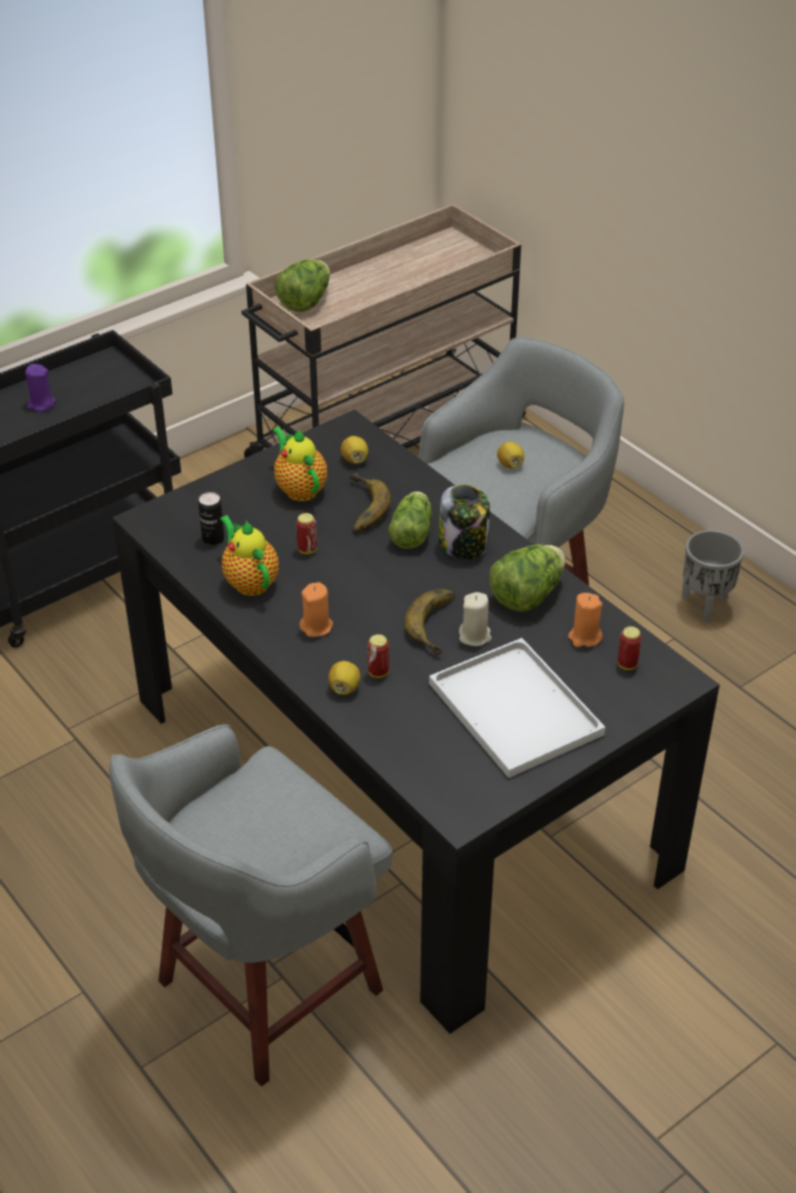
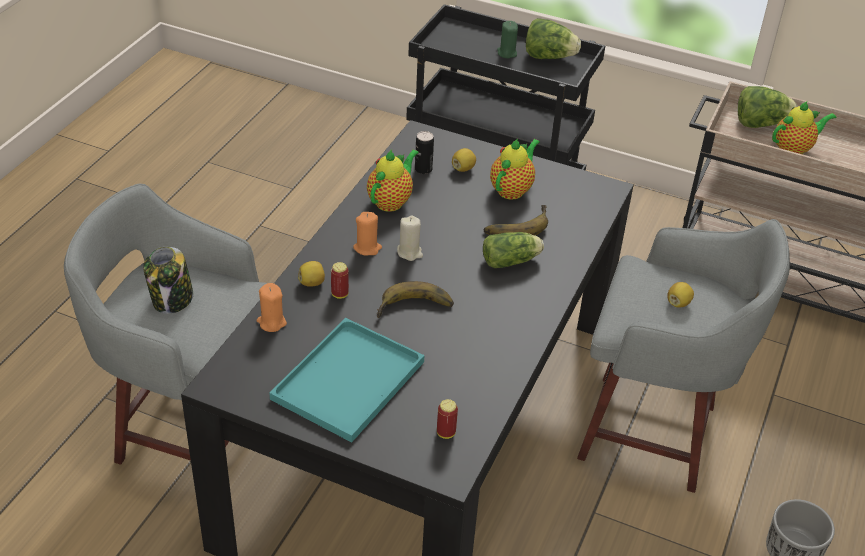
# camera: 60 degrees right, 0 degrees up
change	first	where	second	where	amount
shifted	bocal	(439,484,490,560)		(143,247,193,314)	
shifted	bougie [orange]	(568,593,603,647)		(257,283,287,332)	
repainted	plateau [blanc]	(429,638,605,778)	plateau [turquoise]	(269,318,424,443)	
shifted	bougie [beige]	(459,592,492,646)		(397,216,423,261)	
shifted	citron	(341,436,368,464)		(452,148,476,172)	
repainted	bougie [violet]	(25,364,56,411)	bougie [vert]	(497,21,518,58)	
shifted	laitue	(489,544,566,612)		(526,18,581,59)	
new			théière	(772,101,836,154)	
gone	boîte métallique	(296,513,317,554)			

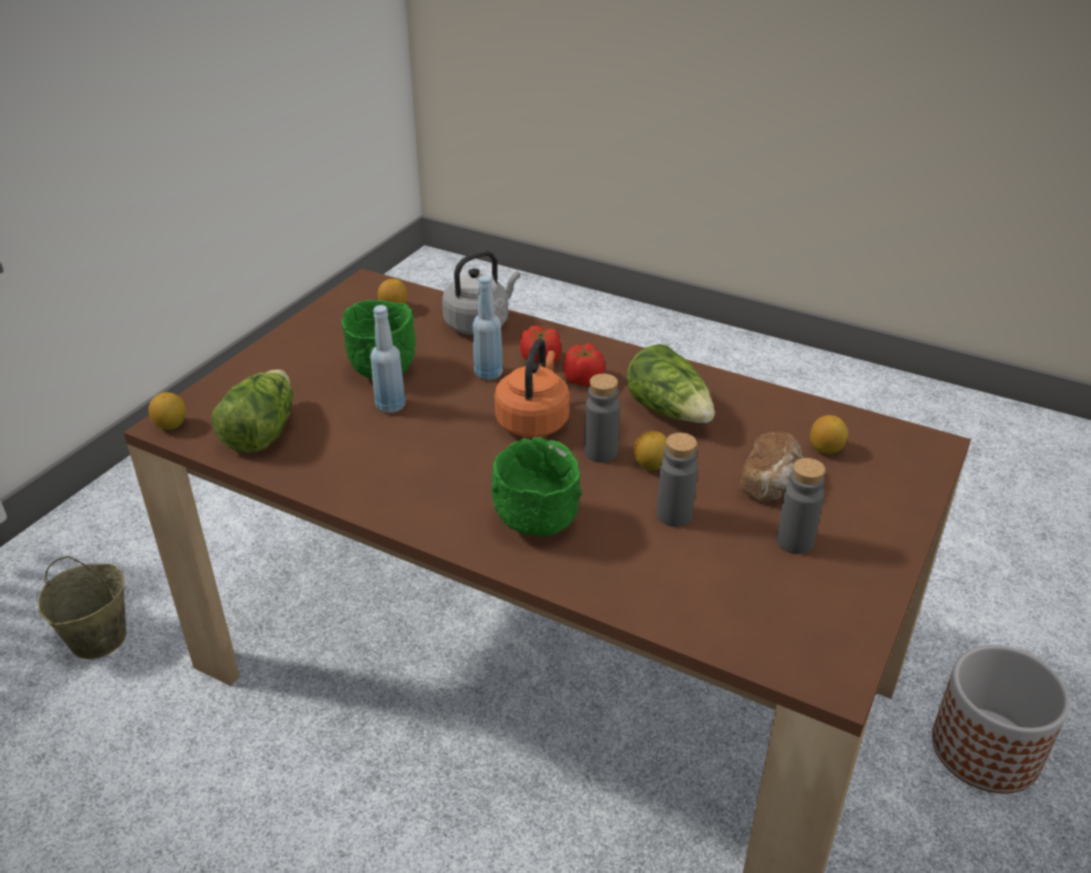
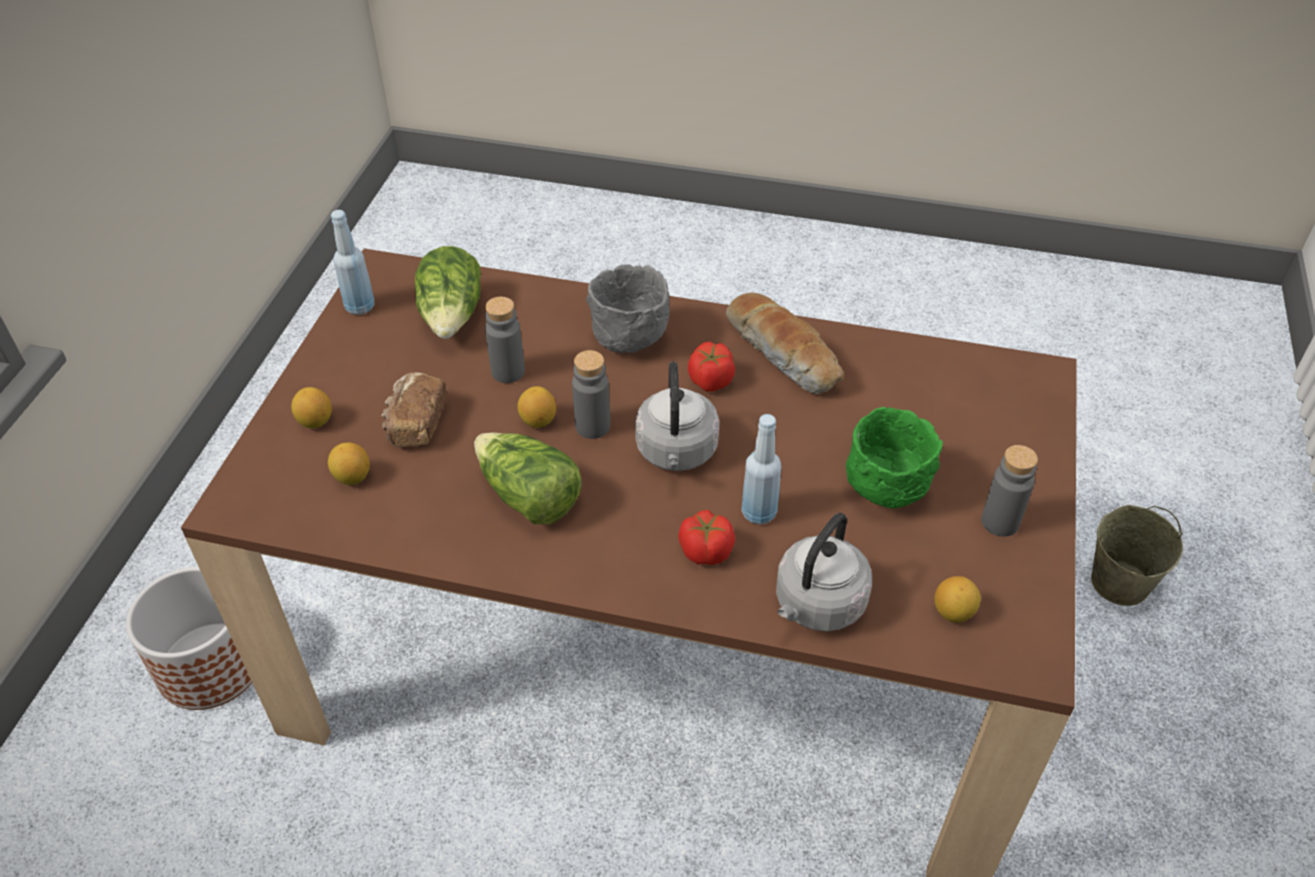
# camera: 165 degrees right, 10 degrees up
change	first	where	second	where	amount
shifted	citron	(148,392,186,430)		(291,387,332,428)	
shifted	bouteille [bleu]	(370,305,405,413)		(331,210,374,315)	
shifted	laitue	(211,369,293,453)		(415,246,481,339)	
repainted	bol [vert]	(491,437,582,537)	bol [gris]	(586,264,670,353)	
repainted	bouilloire [orange]	(494,338,570,438)	bouilloire [gris]	(635,361,720,471)	
shifted	tomate	(563,343,605,386)		(688,342,735,392)	
new			pain	(726,292,844,394)	
shifted	bouteille [gris]	(777,458,825,554)		(981,445,1038,537)	

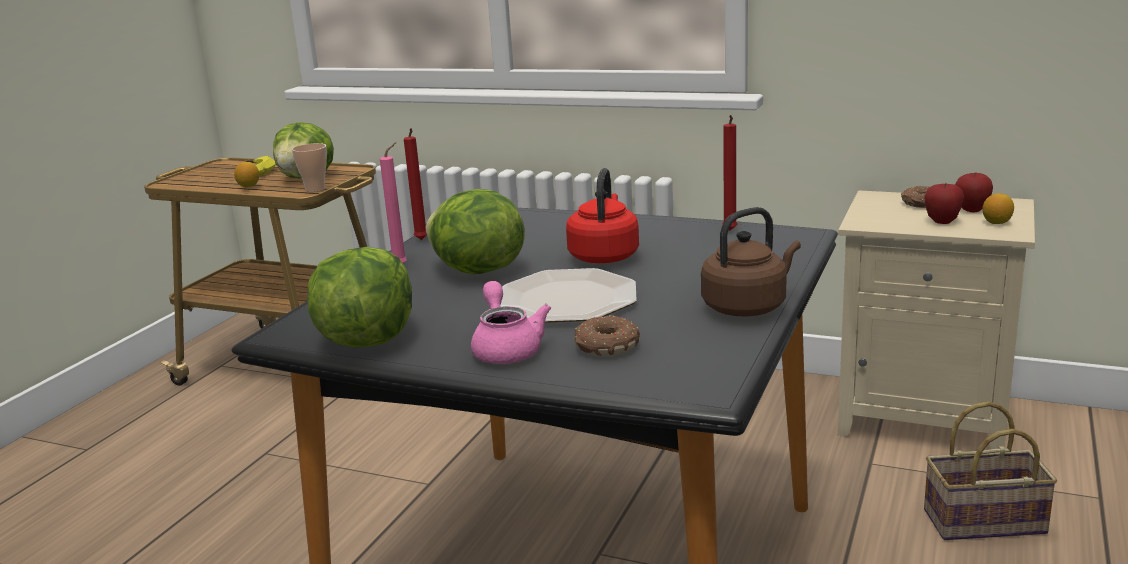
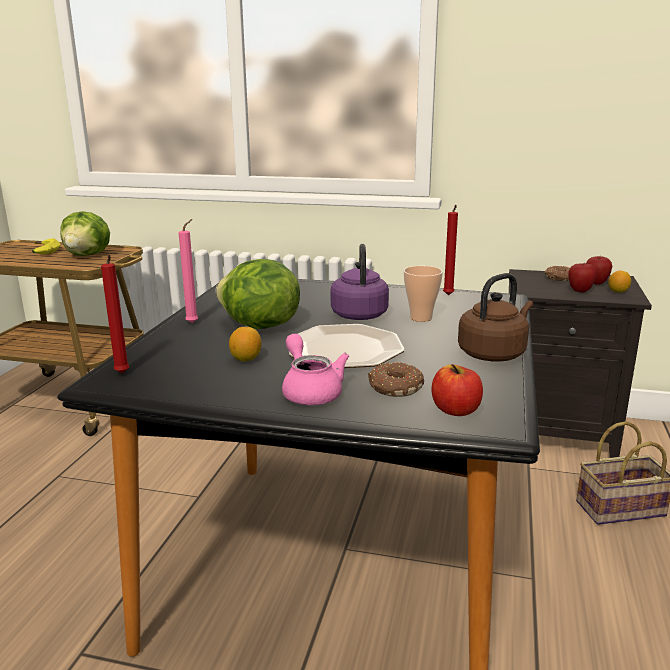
# camera: 10 degrees left, 0 degrees up
change	first	where	second	where	amount
shifted	bougie [rouge]	(404,128,427,240)		(101,255,129,374)	
shifted	citron	(234,162,259,187)		(229,327,262,362)	
repainted	bouilloire [rouge]	(566,168,639,263)	bouilloire [violet]	(331,244,389,320)	
shifted	tasse	(292,143,327,192)		(404,266,443,322)	
new			pomme	(431,364,483,416)	
repainted	table de chevet [beige]	(838,190,1035,449)	table de chevet [noir]	(509,269,652,458)	
gone	laitue	(307,247,412,347)			

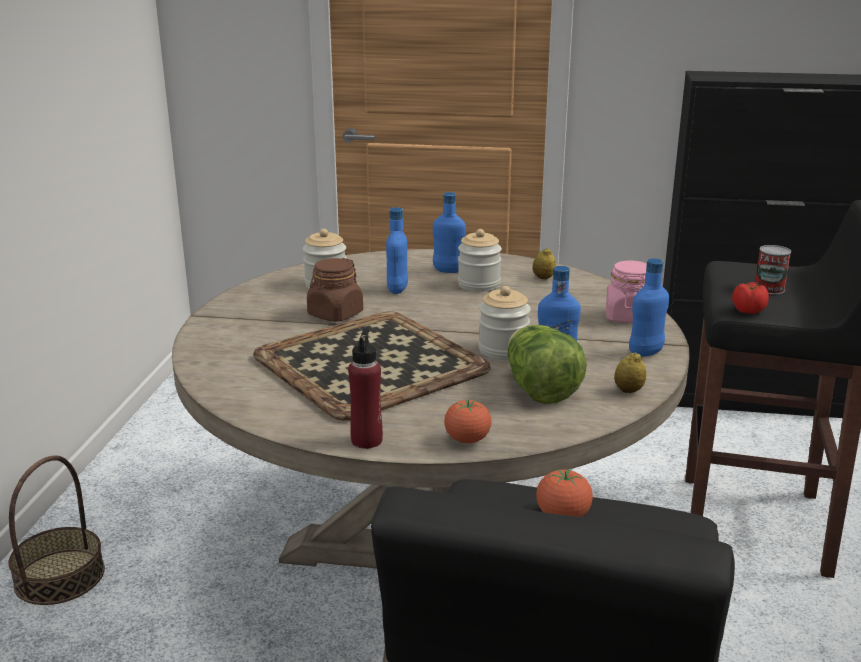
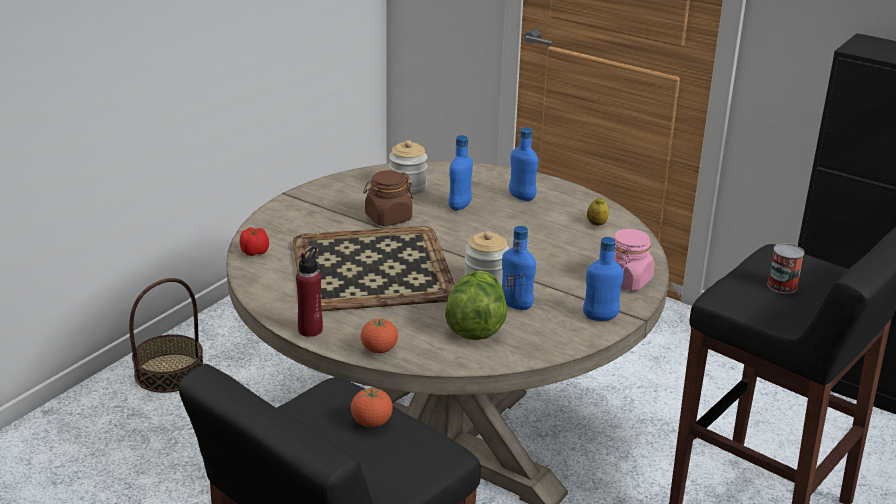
# camera: 25 degrees right, 5 degrees up
change	first	where	second	where	amount
shifted	tomate	(732,282,769,314)		(240,227,269,256)	
gone	bocal	(458,229,502,292)			
gone	citron	(614,352,646,393)			

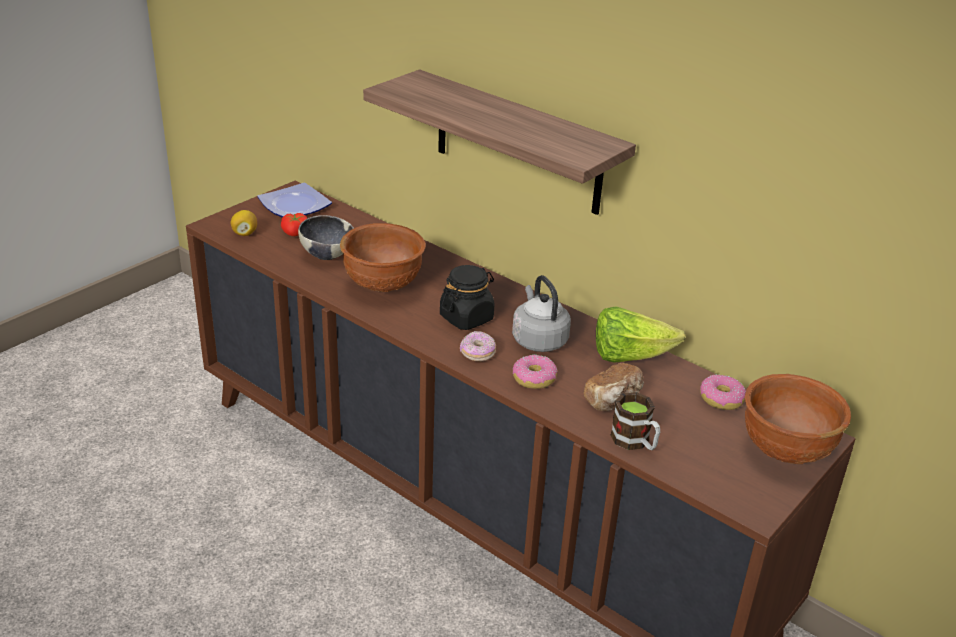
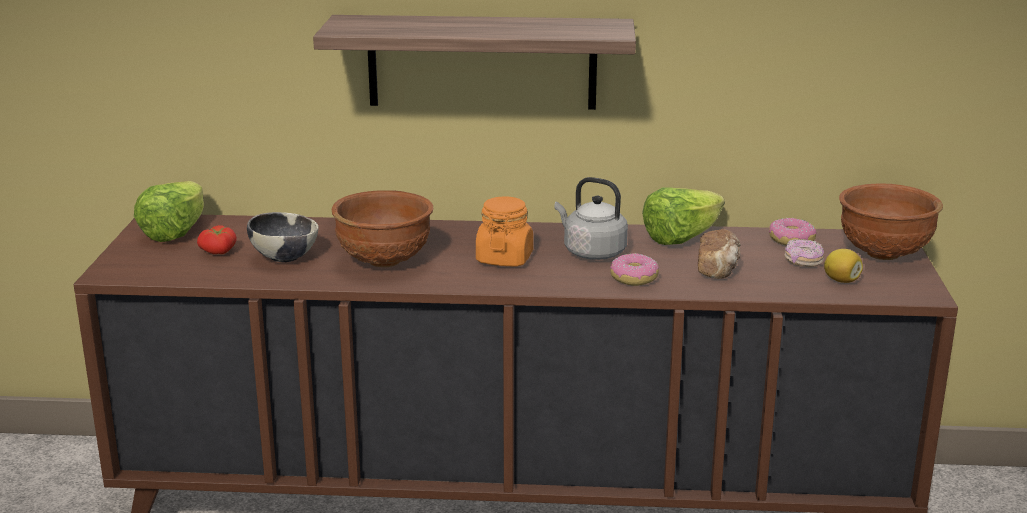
# camera: 35 degrees left, 10 degrees down
change	first	where	second	where	amount
swapped	assiette	(257,183,332,218)	laitue	(134,181,204,242)	
repainted	bocal [noir]	(440,265,494,330)	bocal [orange]	(476,196,533,266)	
shifted	beignet	(460,331,496,362)		(785,239,824,267)	
shifted	citron	(231,210,257,236)		(824,249,863,283)	
gone	mug	(611,392,660,450)			

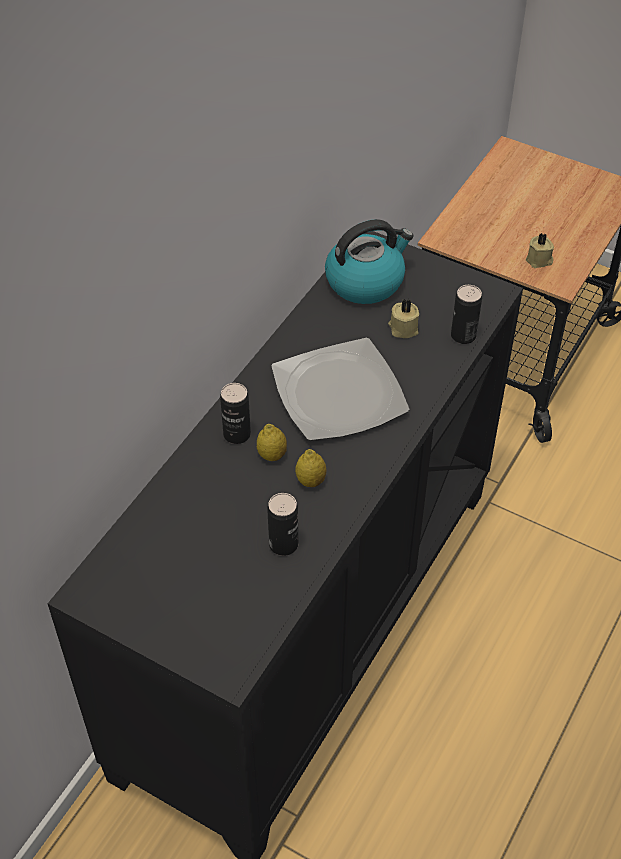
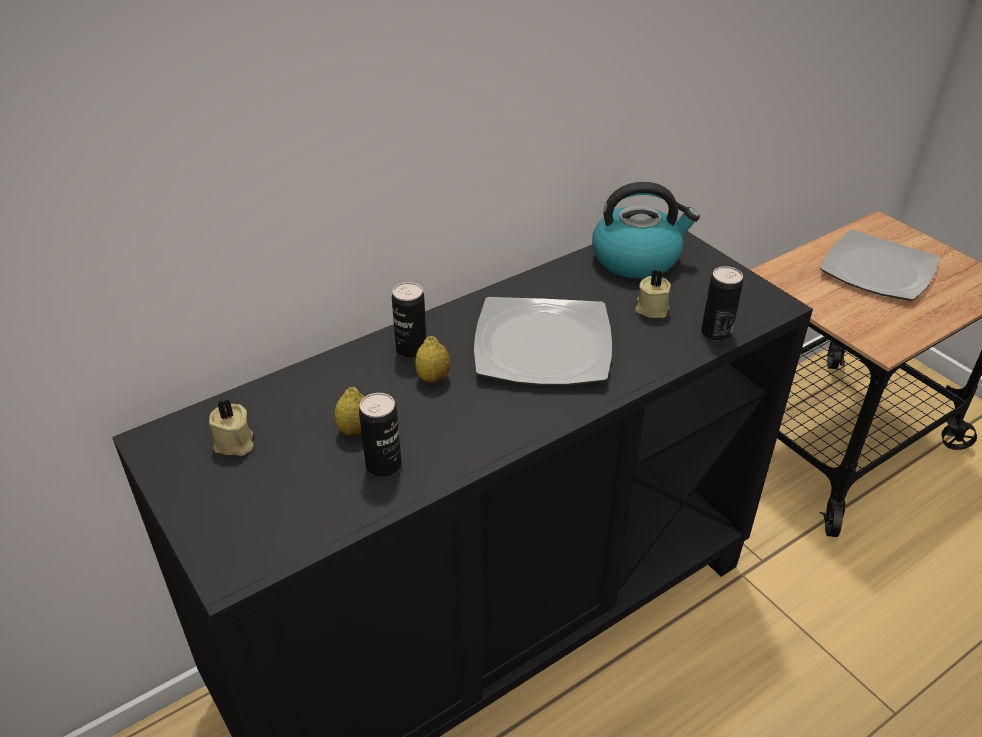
# camera: 25 degrees right, 10 degrees down
change	first	where	second	where	amount
shifted	bougie [beige]	(526,233,554,268)		(209,400,253,456)	
shifted	citron	(295,449,327,487)		(335,387,365,437)	
new			assiette	(820,229,939,300)	

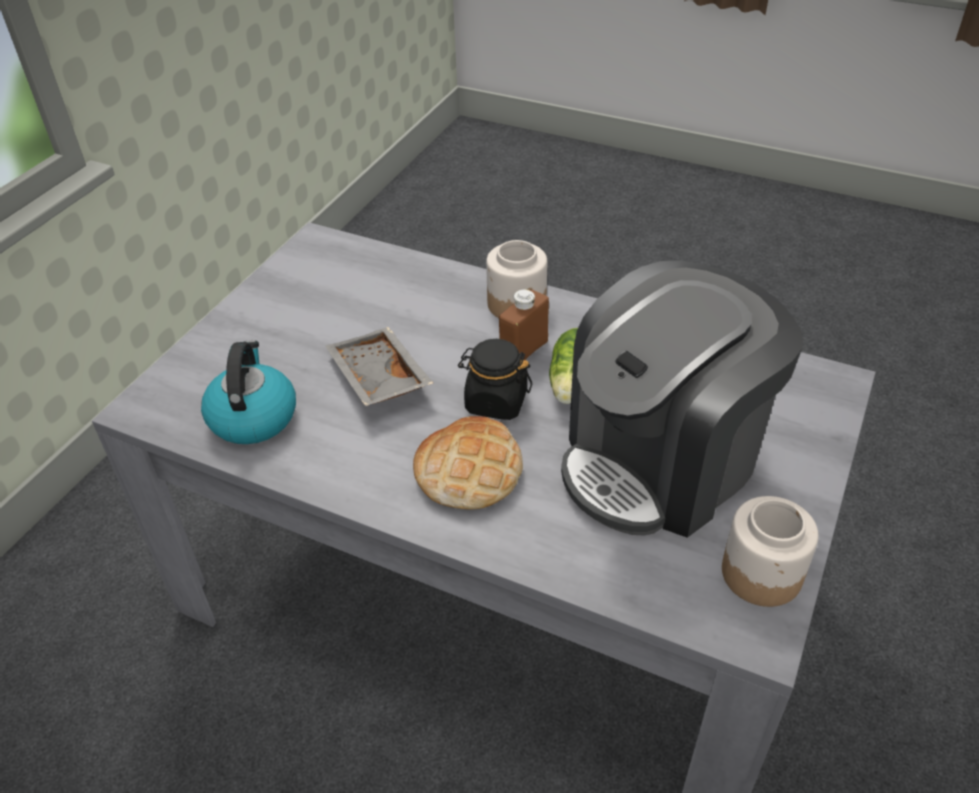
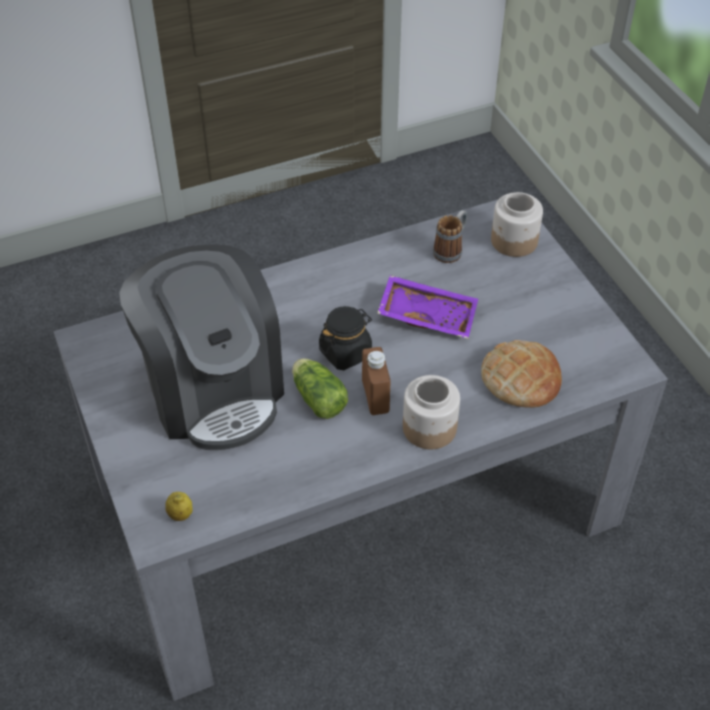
# camera: 130 degrees right, 5 degrees up
change	first	where	second	where	amount
rotated	machine à café	(561,260,803,538)		(119,244,284,450)	150 degrees clockwise
new			citron	(165,492,193,521)	
repainted	plateau [gris]	(326,327,433,406)	plateau [violet]	(377,275,478,339)	
swapped	bouilloire	(201,340,296,444)	mug	(433,210,468,263)	
shifted	pain	(413,416,523,509)		(481,340,562,408)	
shifted	bocal	(722,496,819,607)		(491,192,543,257)	

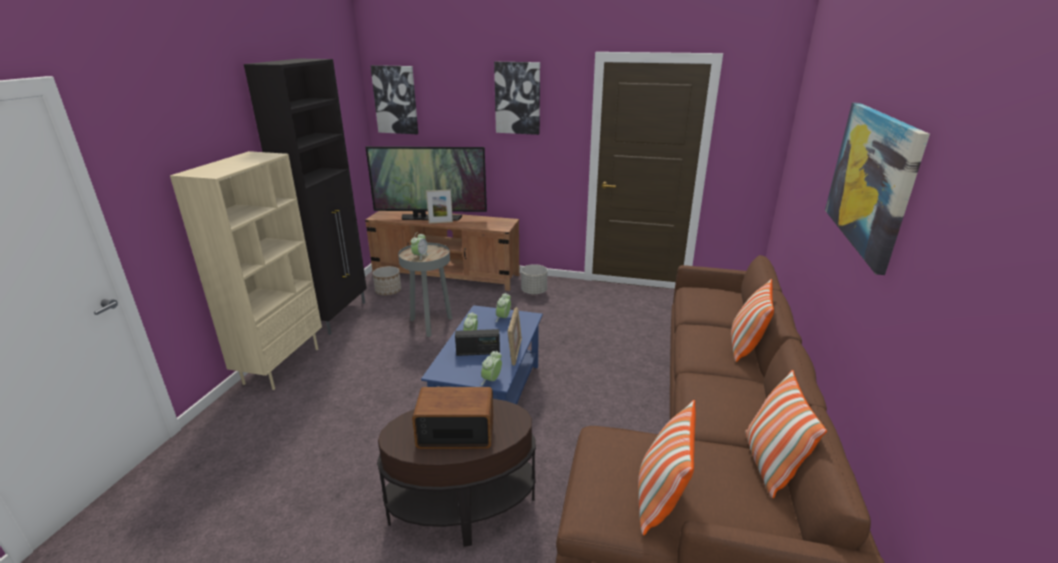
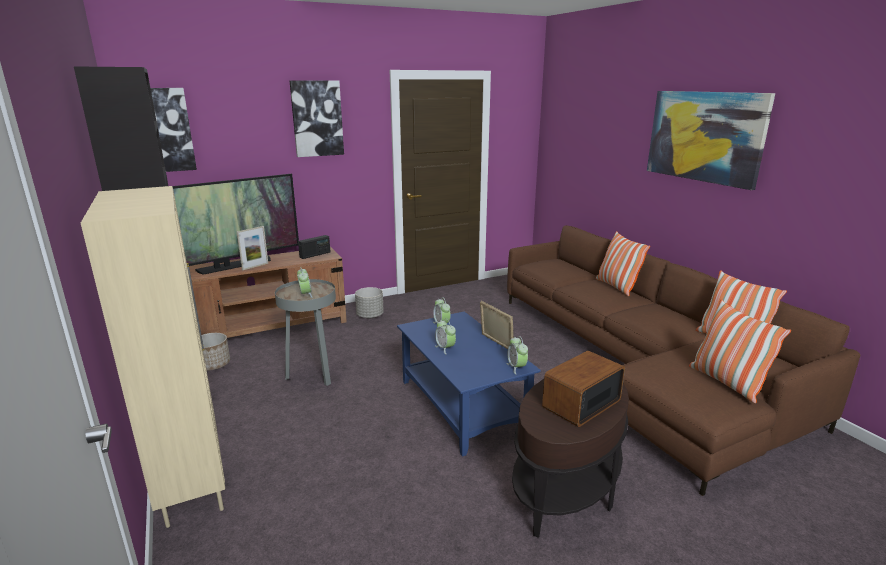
# camera: 40 degrees left, 5 degrees down
change	first	where	second	where	amount
shifted	radio	(455,329,500,356)		(298,235,331,259)	

